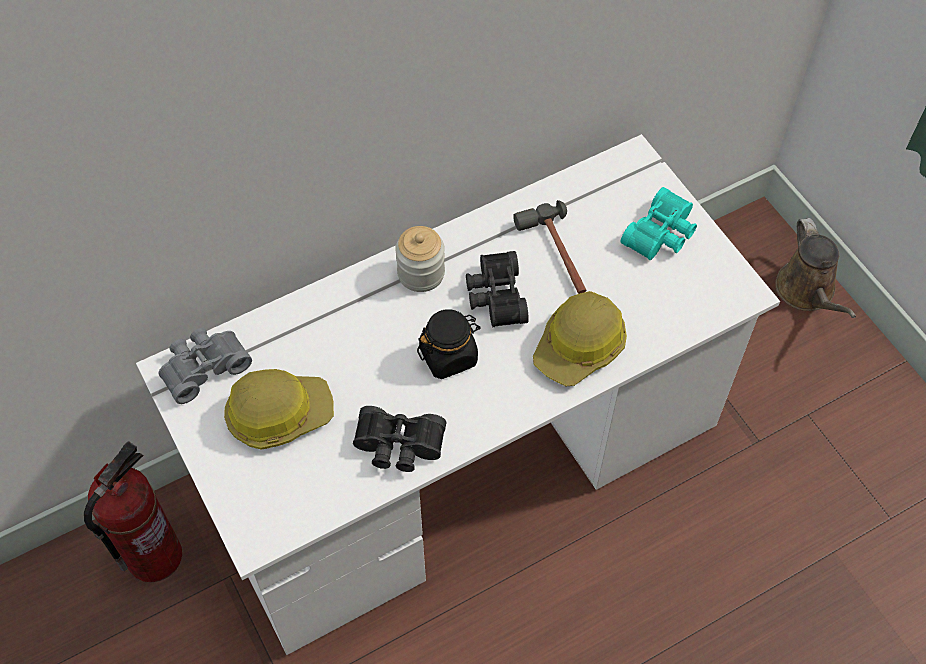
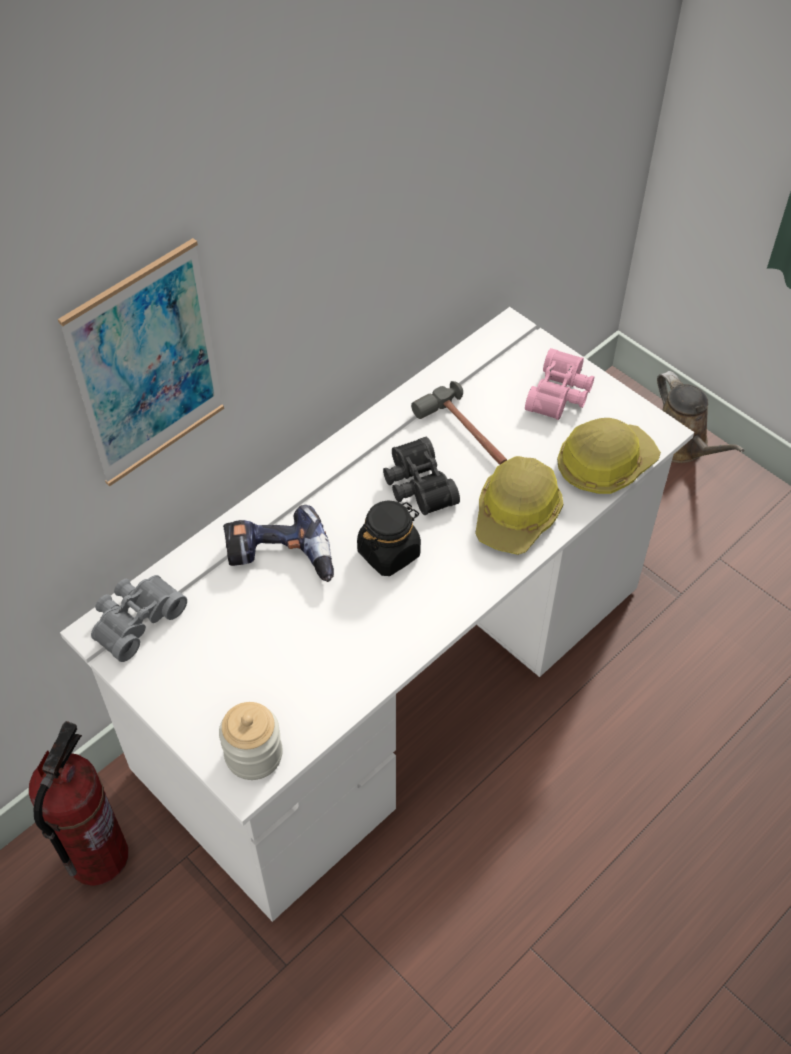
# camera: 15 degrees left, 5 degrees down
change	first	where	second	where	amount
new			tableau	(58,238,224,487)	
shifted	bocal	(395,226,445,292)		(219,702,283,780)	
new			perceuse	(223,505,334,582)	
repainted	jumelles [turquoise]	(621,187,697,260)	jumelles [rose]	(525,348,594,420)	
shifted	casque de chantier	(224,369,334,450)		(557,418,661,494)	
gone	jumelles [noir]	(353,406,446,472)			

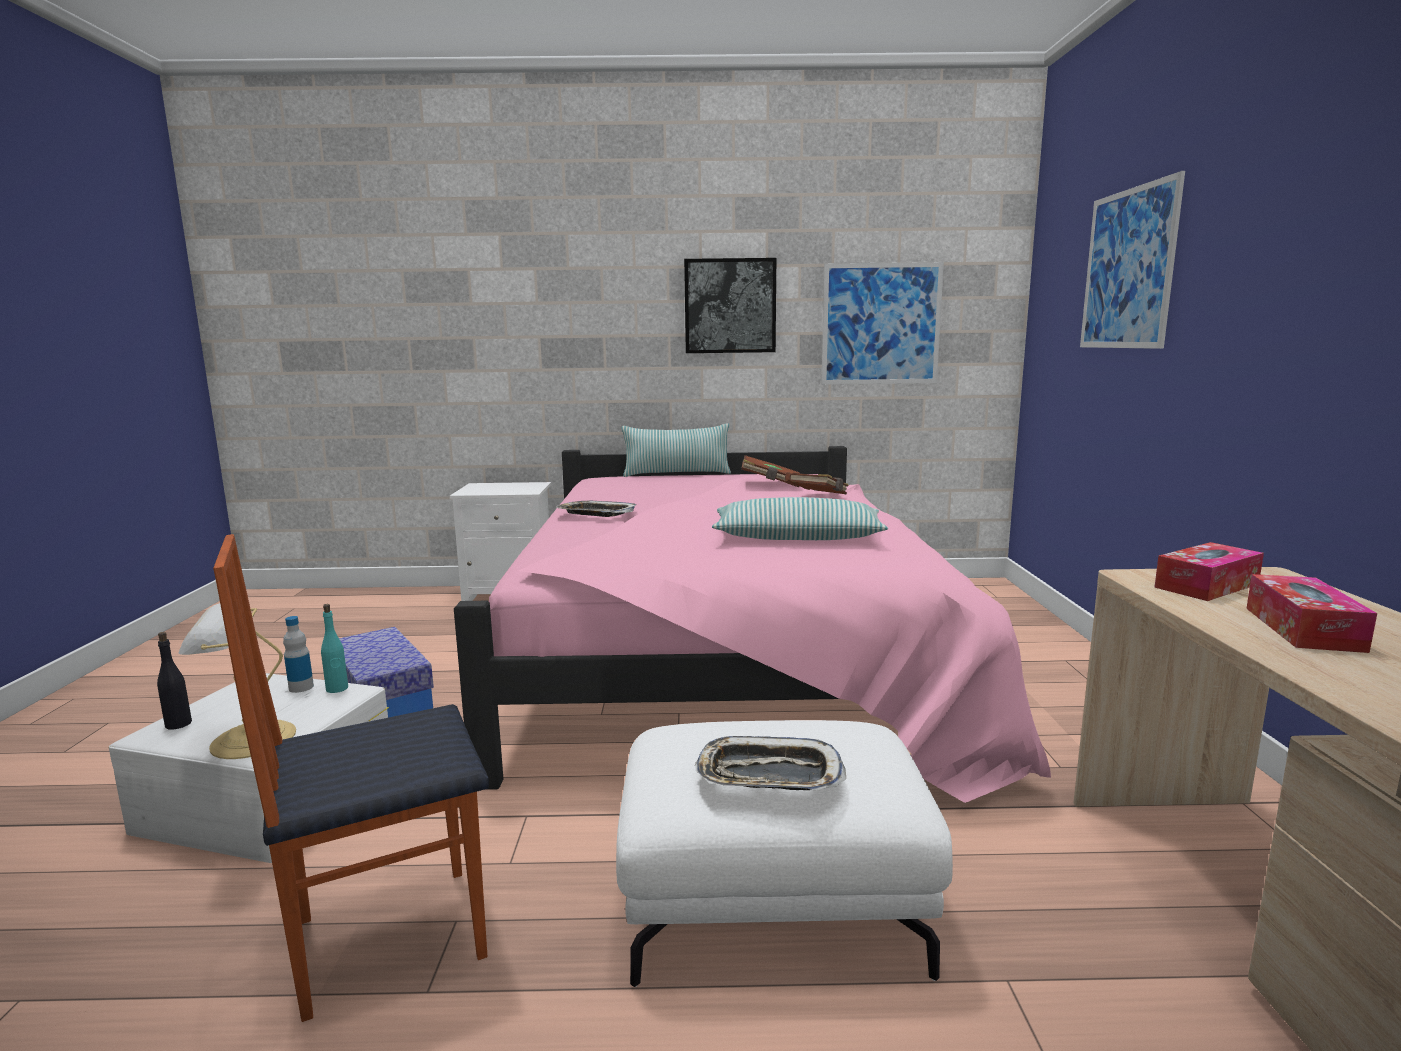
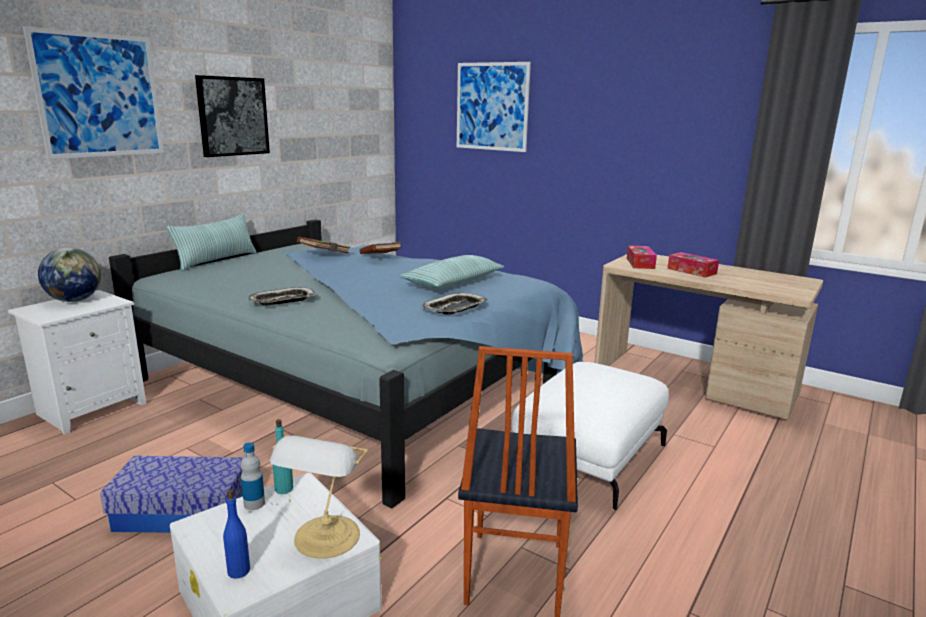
# camera: 55 degrees left, 5 degrees up
change	first	where	second	where	amount
shifted	tableau	(821,262,944,385)		(23,26,164,159)	
new			globe	(38,248,101,302)	
repainted	lit [rose]	(454,446,1051,803)	lit [bleu]	(109,220,583,508)	
repainted	bouteille [noir]	(157,632,192,730)	bouteille [bleu]	(223,490,250,579)	
shifted	plateau	(695,736,846,790)		(421,292,488,315)	

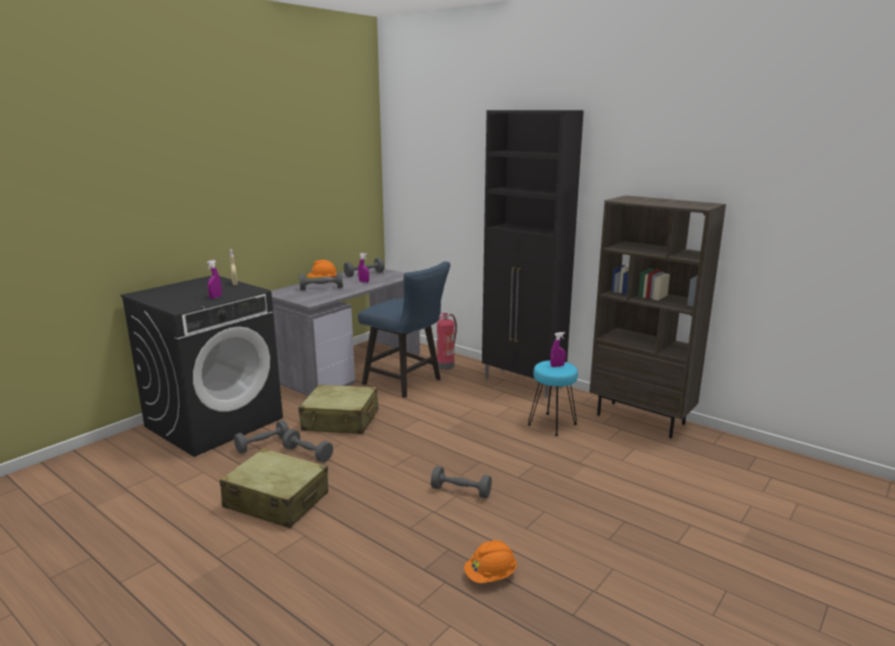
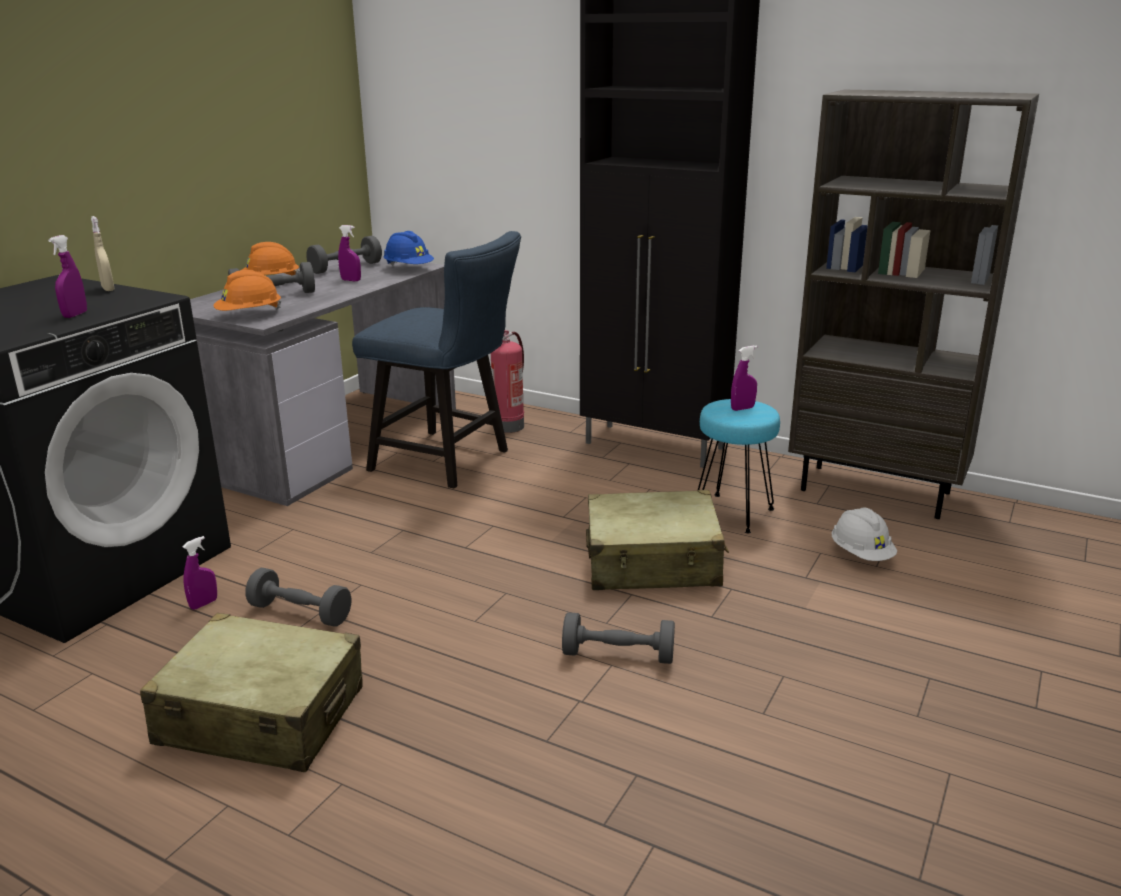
# camera: 10 degrees left, 5 degrees up
change	first	where	second	where	amount
swapped	haltère [gris]	(234,420,289,454)	vaporisateur [violet]	(182,536,217,610)	
shifted	casque de chantier [orange]	(464,540,517,583)		(213,270,281,311)	
new			casque de chantier [bleu]	(383,231,434,266)	
shifted	valise [beige]	(298,385,378,434)		(586,490,729,590)	
new			casque de chantier [blanc]	(832,507,897,561)	

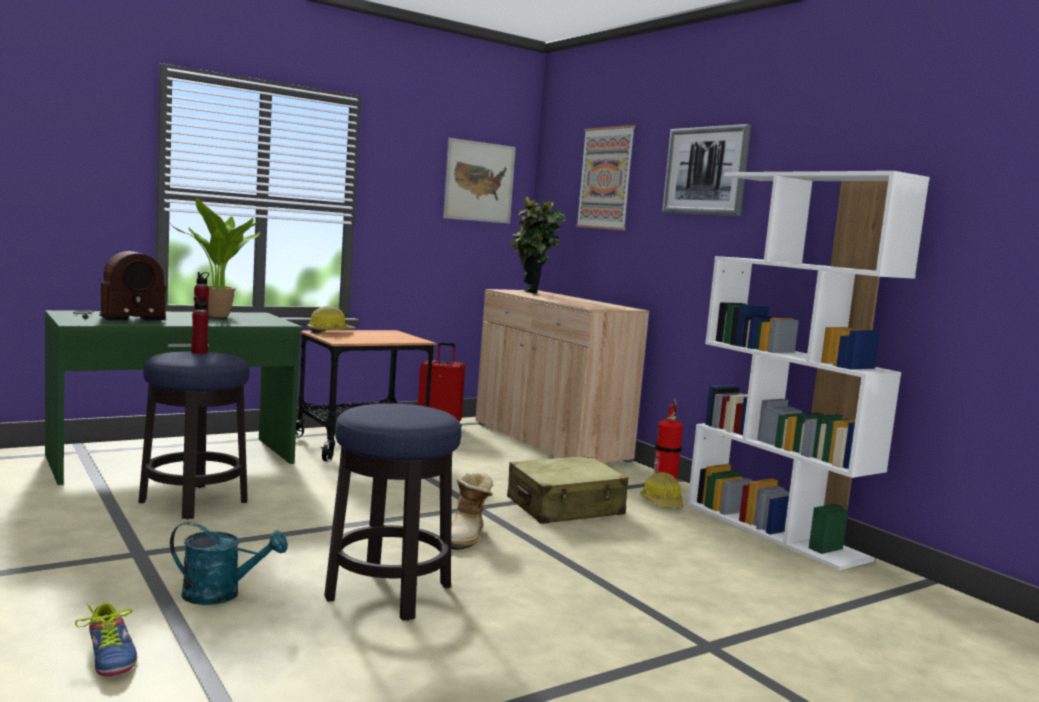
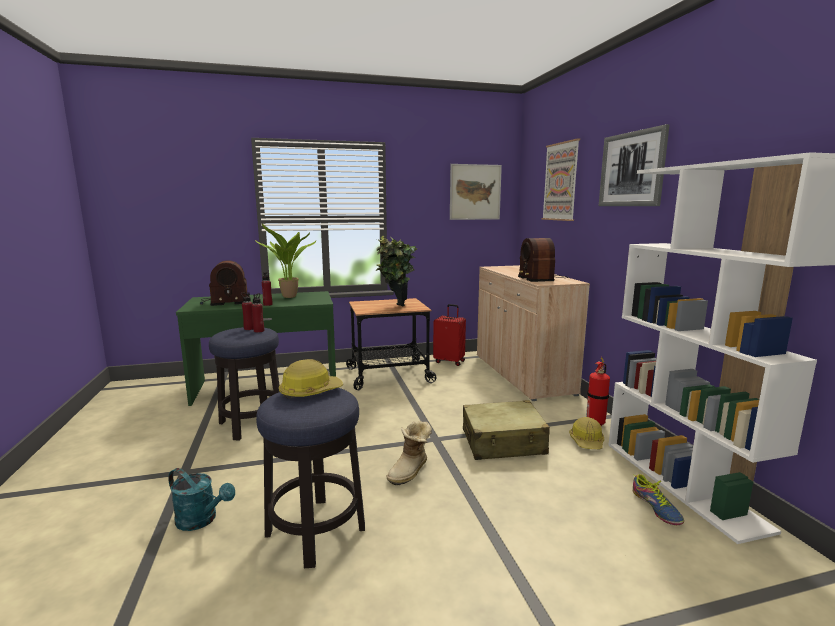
# camera: 20 degrees right, 5 degrees up
change	first	where	second	where	amount
new			bouteille [rouge]	(252,293,264,333)	
shifted	casque de chantier	(307,306,355,333)		(279,359,343,399)	
shifted	plante en pot	(508,197,566,294)		(376,236,417,307)	
new			radio	(518,238,569,282)	
shifted	chaussure	(75,603,137,676)		(633,474,684,525)	

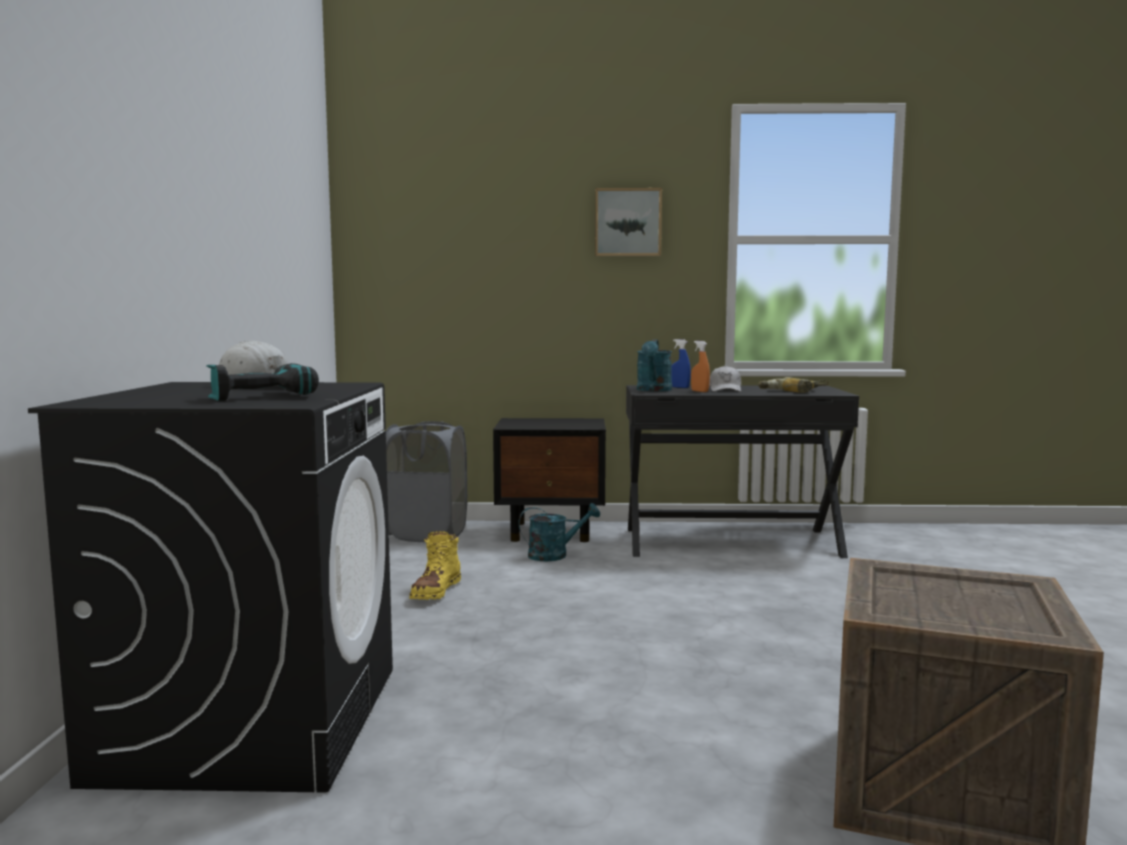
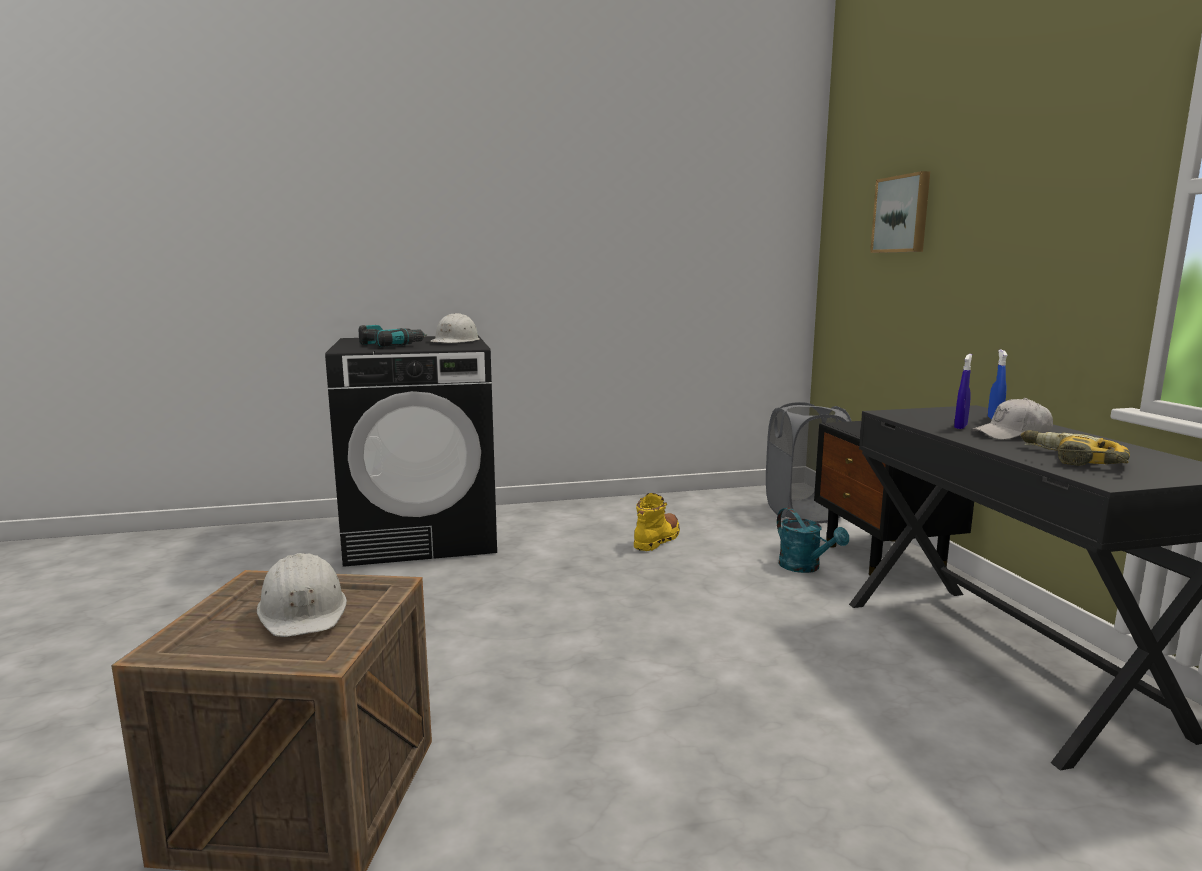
# camera: 75 degrees right, 5 degrees up
change	first	where	second	where	amount
new			casque de chantier [blanc]	(257,553,347,637)	
rotated	botte [jaune]	(409,531,461,600)		(634,493,680,551)	120 degrees clockwise
shifted	tableau	(595,188,662,256)		(870,171,930,253)	
repainted	vaporisateur [orange]	(691,341,710,392)	vaporisateur [bleu]	(954,354,972,429)	
gone	arrosoir [turquoise]	(637,340,672,391)			

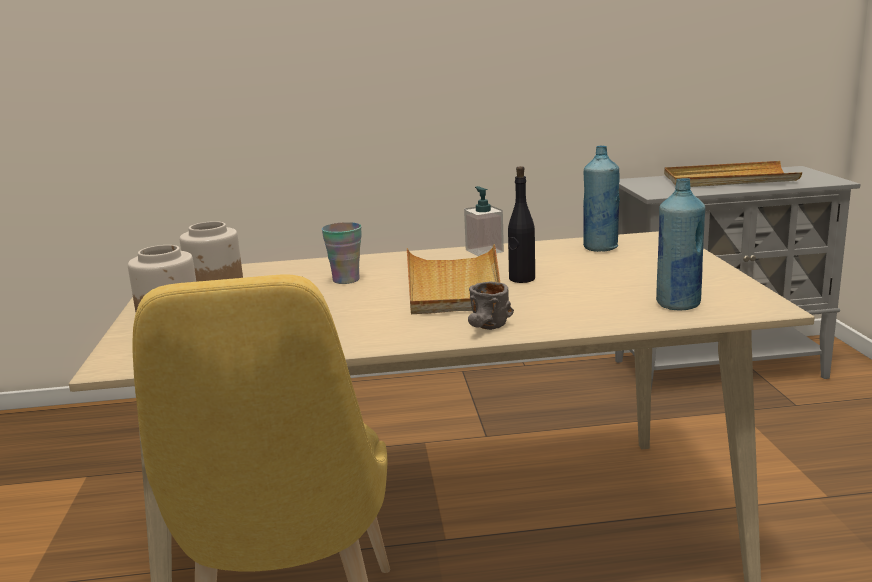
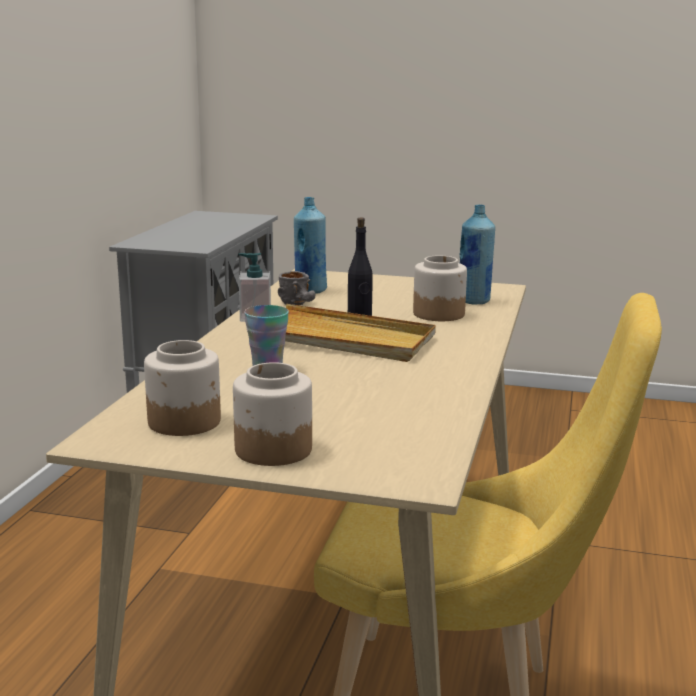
# camera: 70 degrees left, 0 degrees up
change	first	where	second	where	amount
shifted	mug [gris]	(468,281,514,330)		(278,271,316,305)	
new			bocal	(413,256,467,321)	
gone	plateau [beige]	(664,161,802,187)			

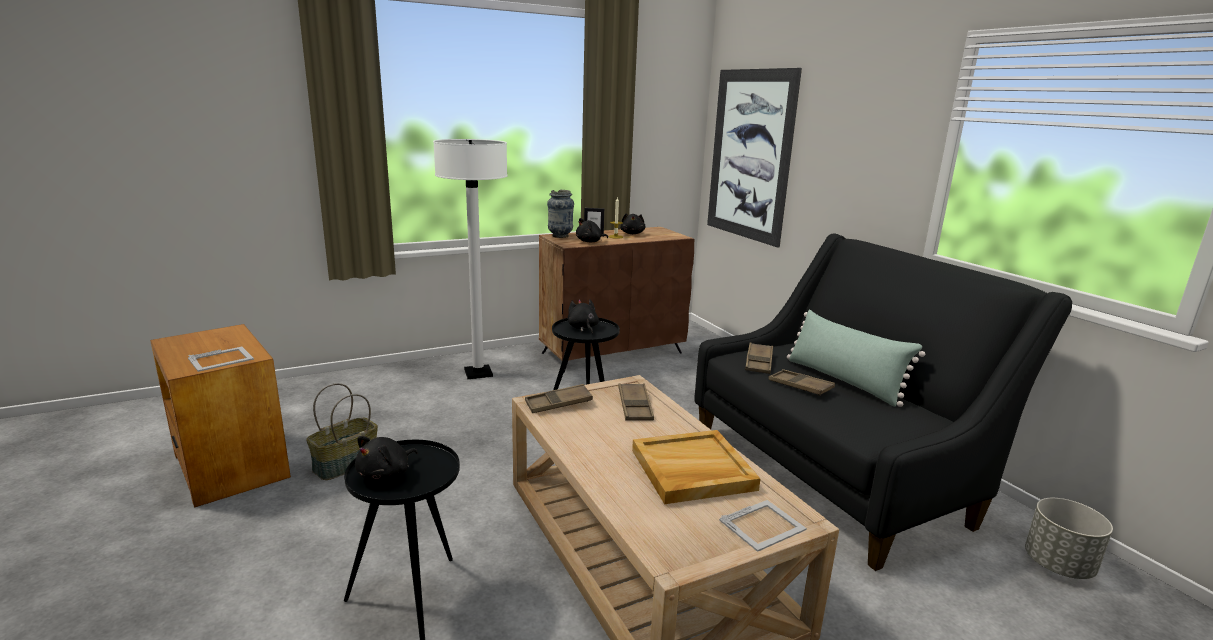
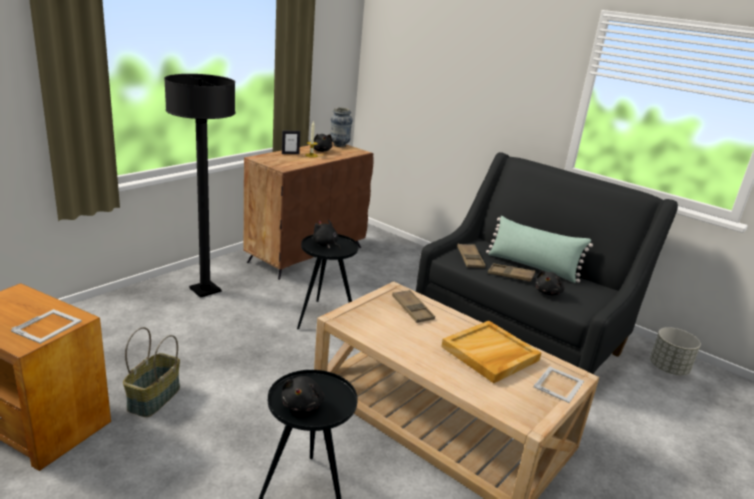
# camera: 25 degrees left, 5 degrees up
change	first	where	second	where	amount
repainted	lampadaire [blanc]	(433,139,508,379)	lampadaire [noir]	(164,74,236,298)	
shifted	vase	(547,190,574,238)		(331,108,353,147)	
shifted	peluche [noir]	(576,218,608,242)		(535,271,564,295)	
gone	plateau [marron]	(525,384,593,413)			
gone	tableau	(707,68,802,248)			

